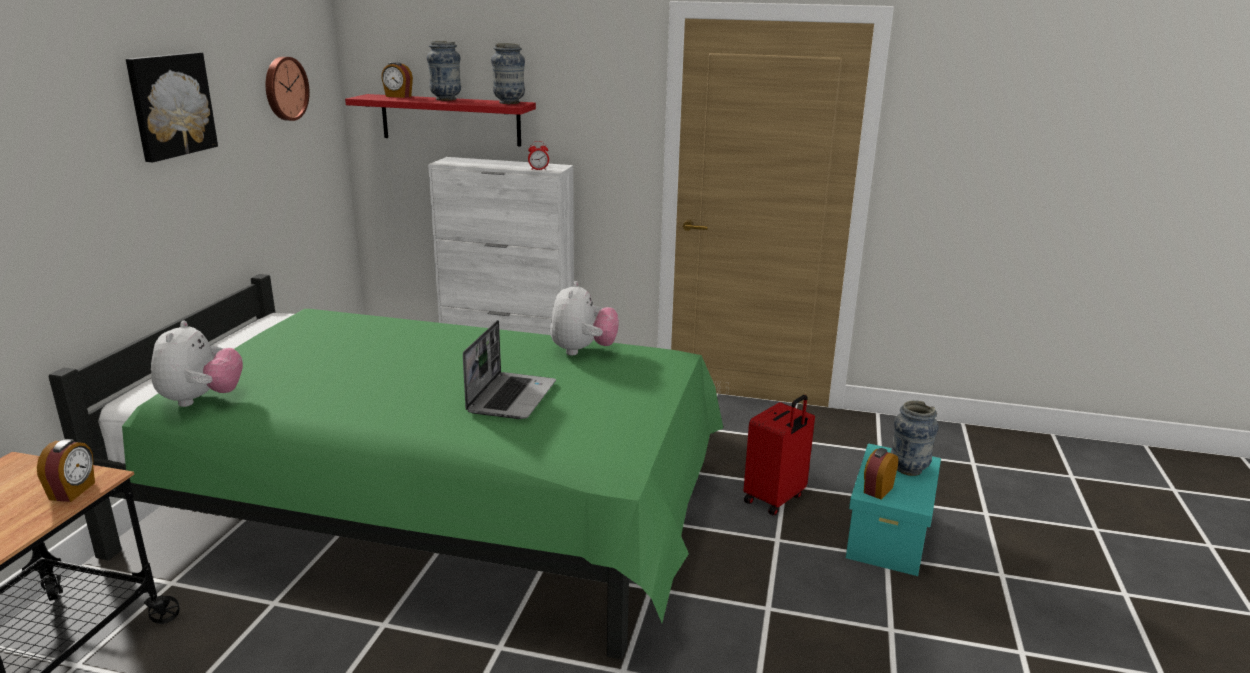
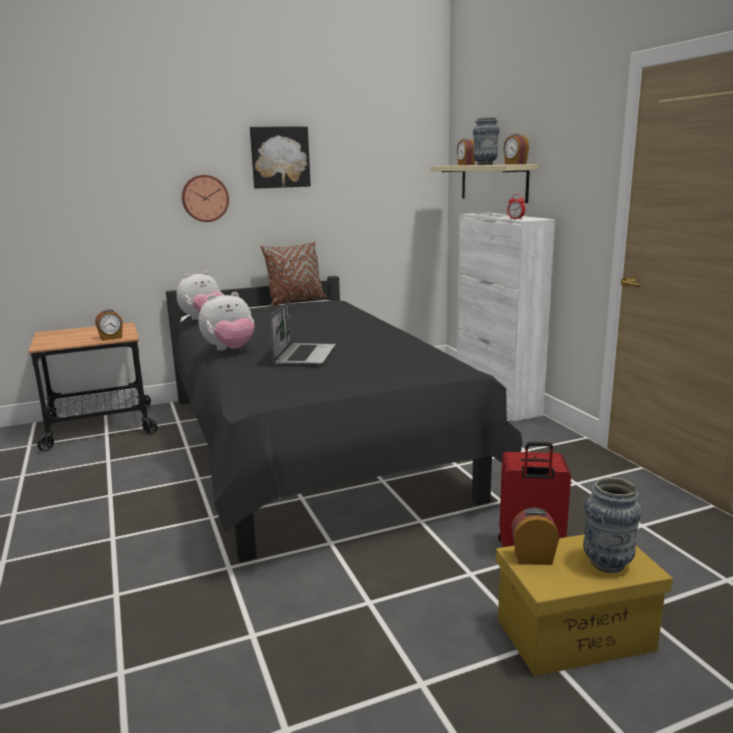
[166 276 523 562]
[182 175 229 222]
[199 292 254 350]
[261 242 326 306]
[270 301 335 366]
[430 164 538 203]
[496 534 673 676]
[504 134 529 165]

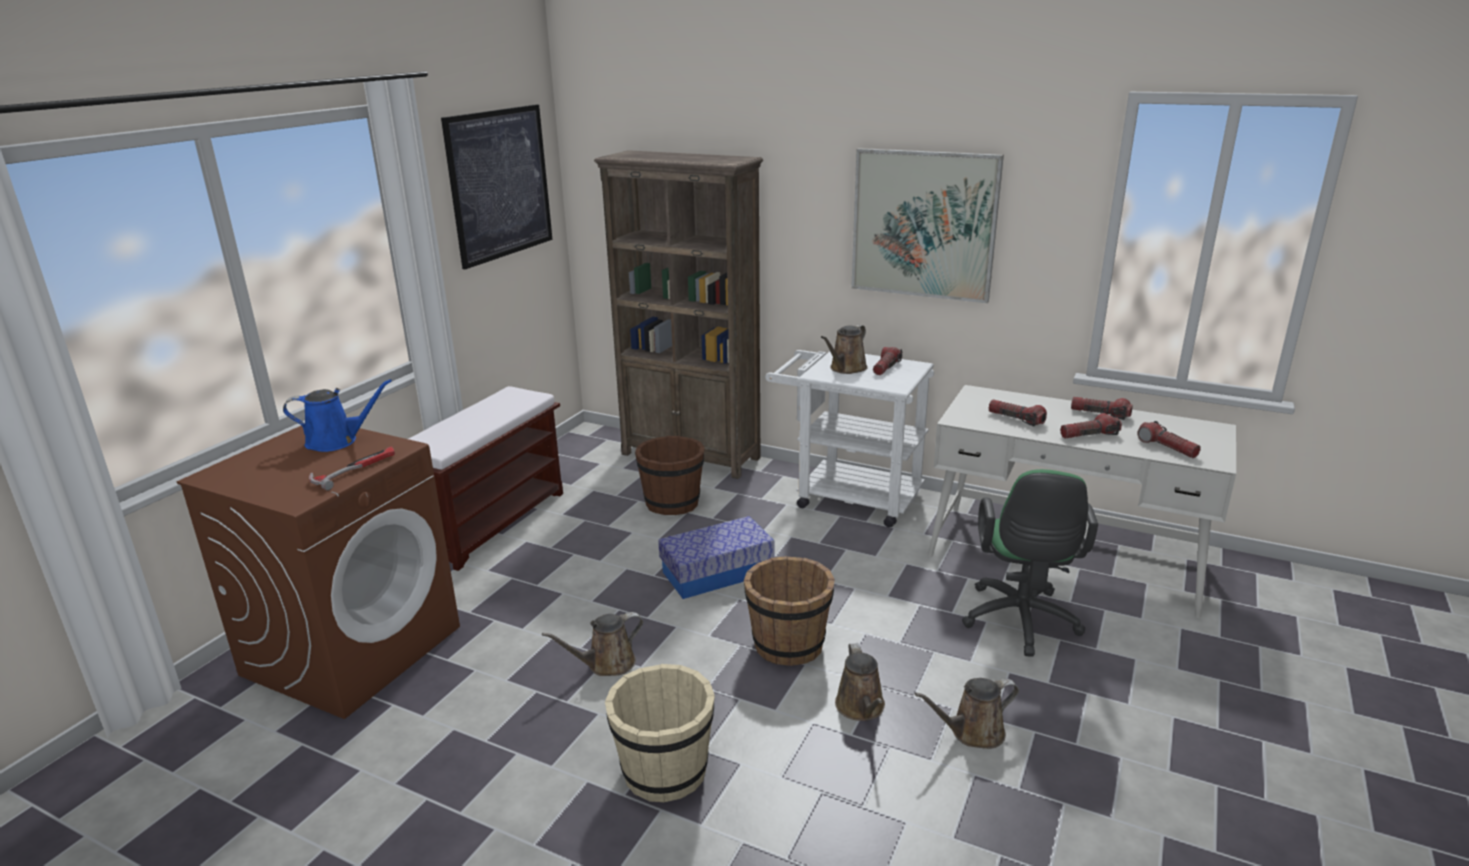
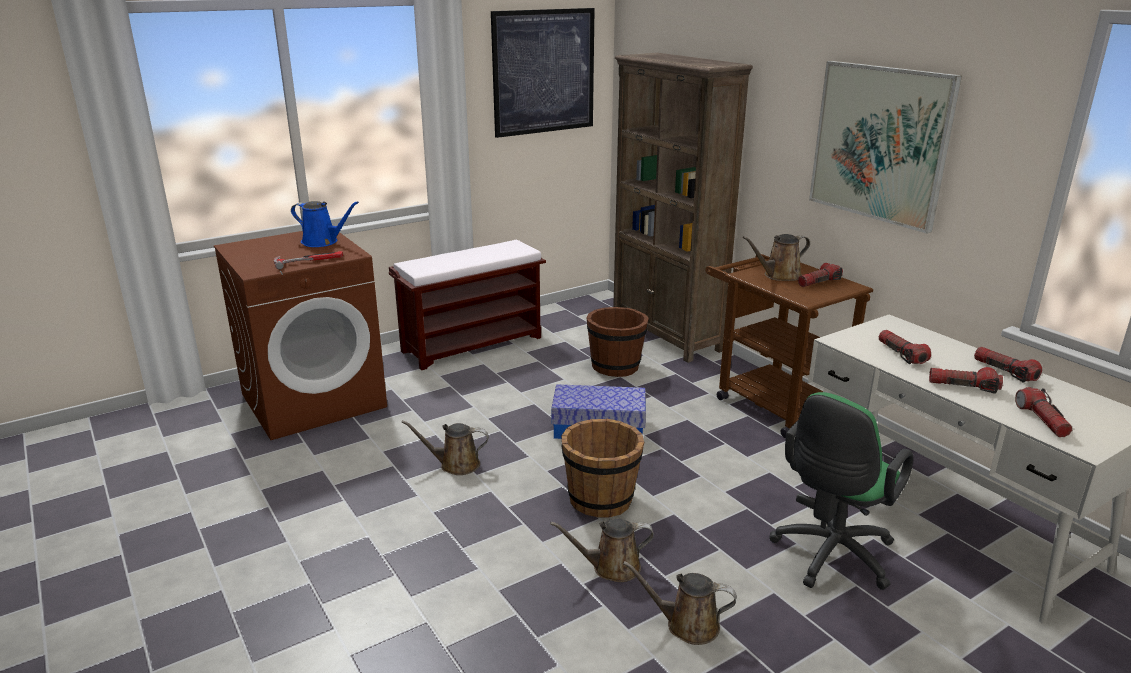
[550 518 654 582]
[705 254 873 438]
[605 664 715 802] (first image)

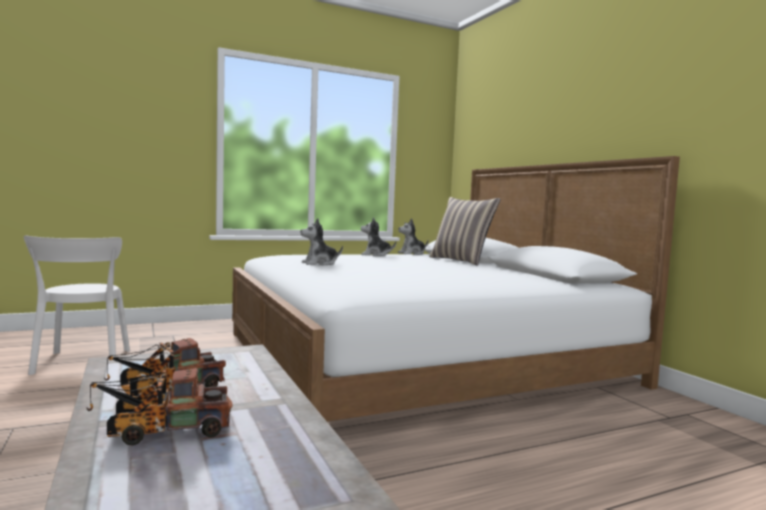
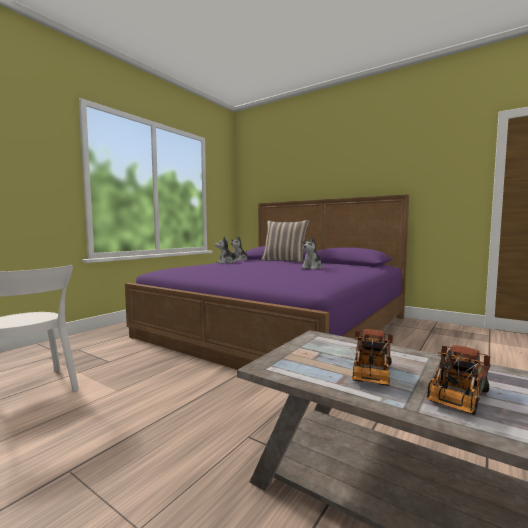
[125 194 409 370]
[301 237 323 270]

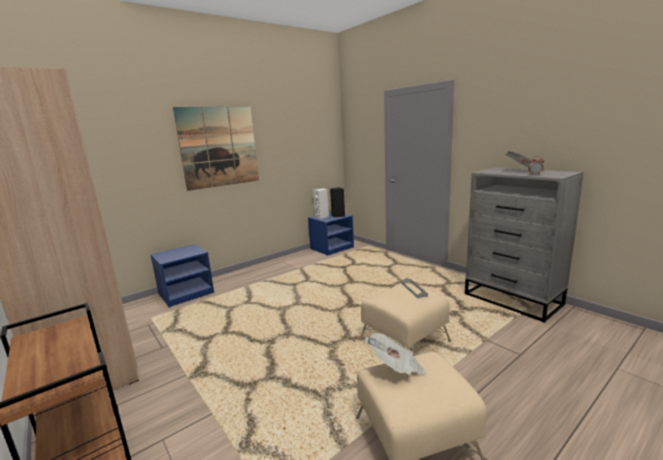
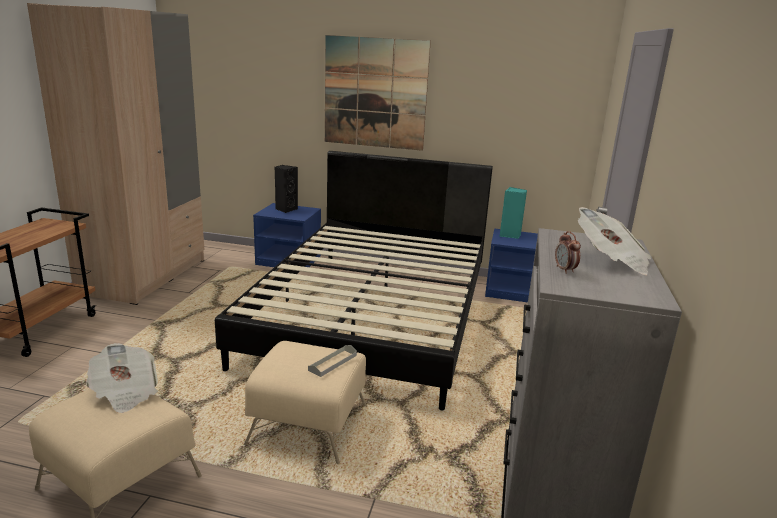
[215 151 493 410]
[275 165 298 213]
[500 187 527 239]

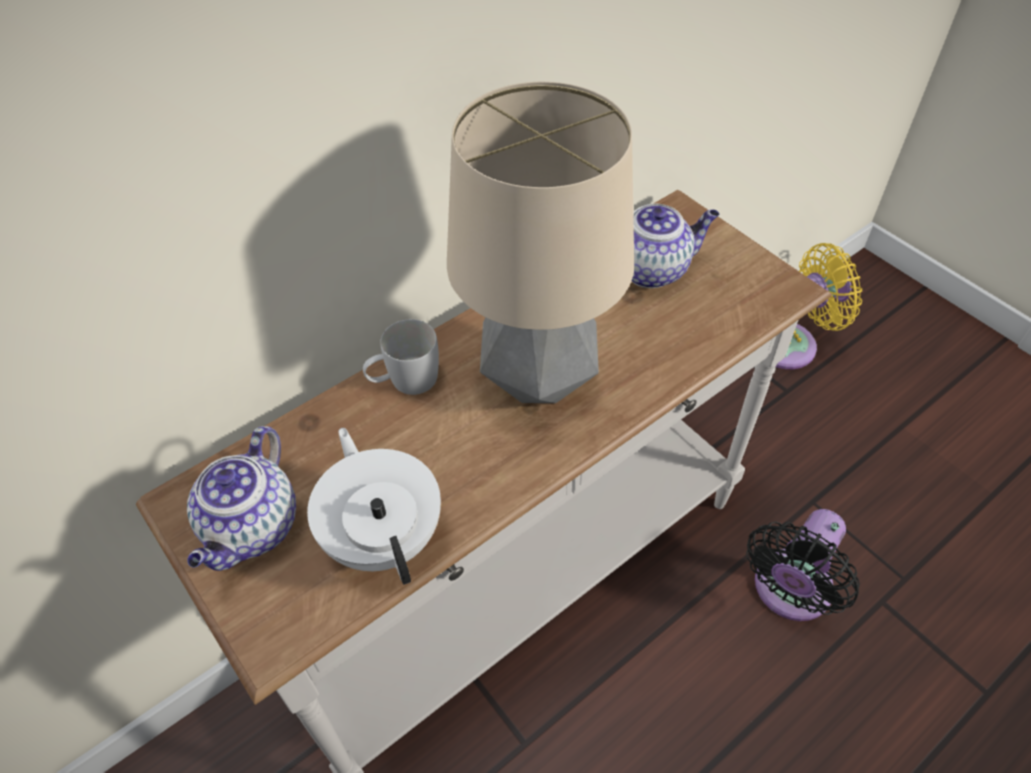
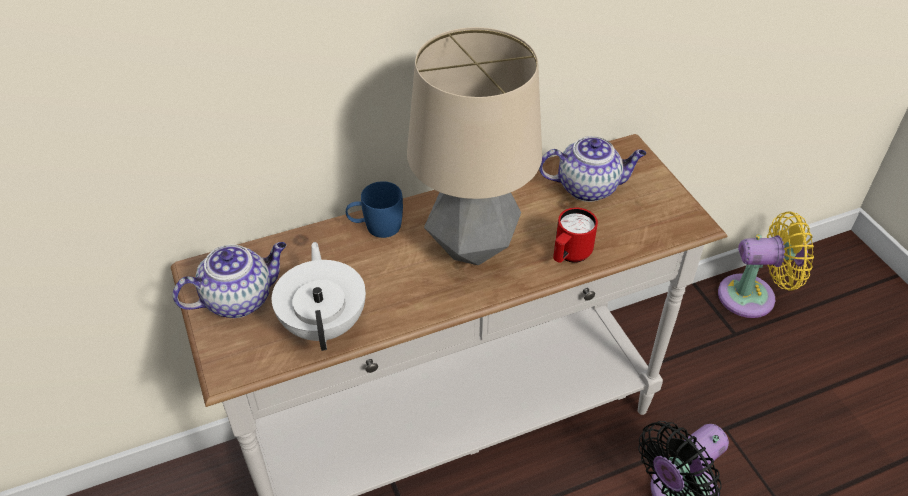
[173 242 286 318]
[346 181 403 238]
[553 208 598 263]

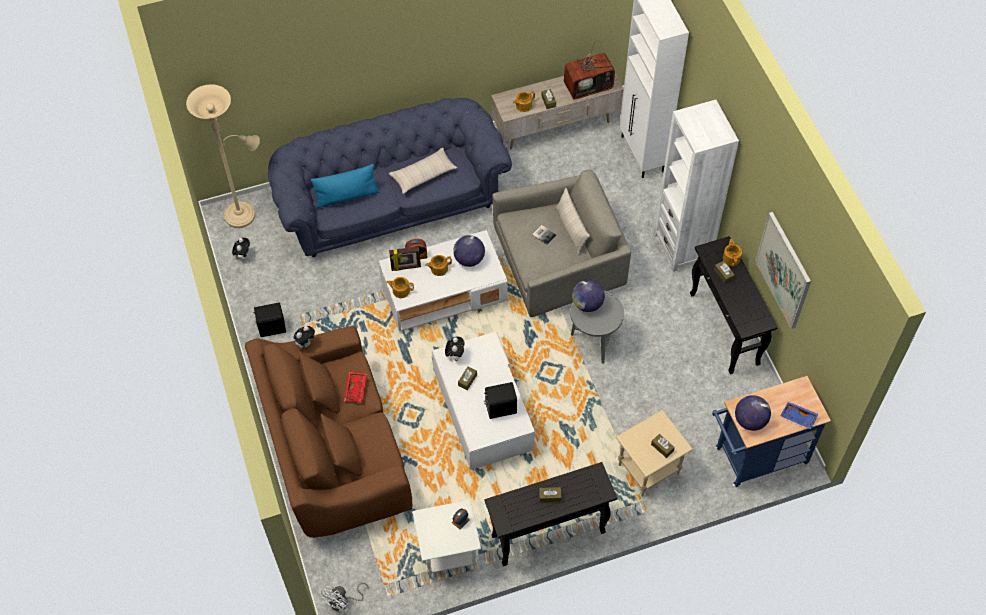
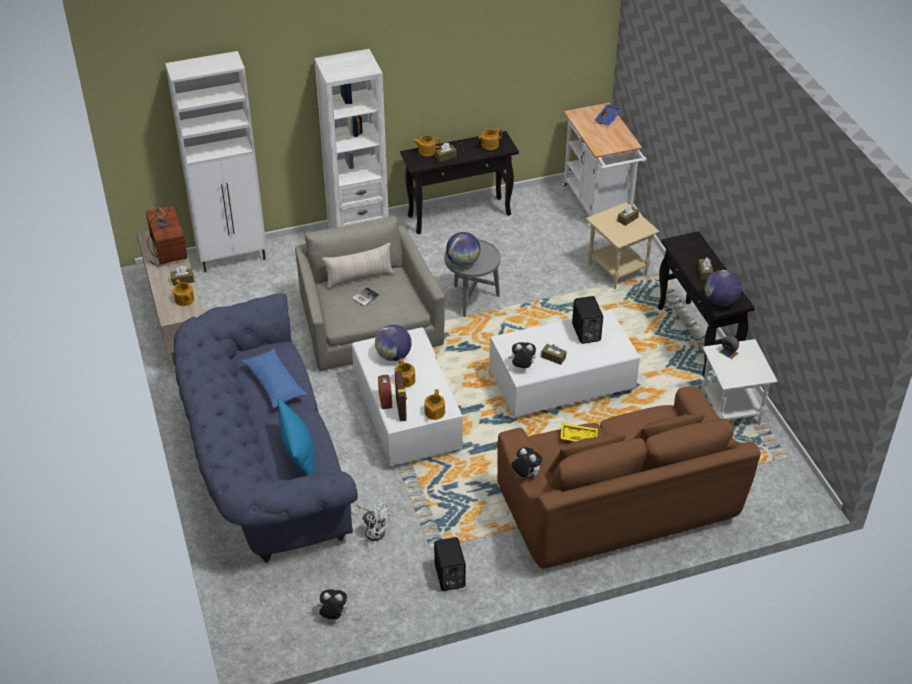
[241 349 307 408]
[356 503 390 541]
[478 128 502 150]
[561 423 598 442]
[562 103 647 228]
[705 270 742 306]
[186 84 260 228] (first image)
[755 212 811 329] (first image)

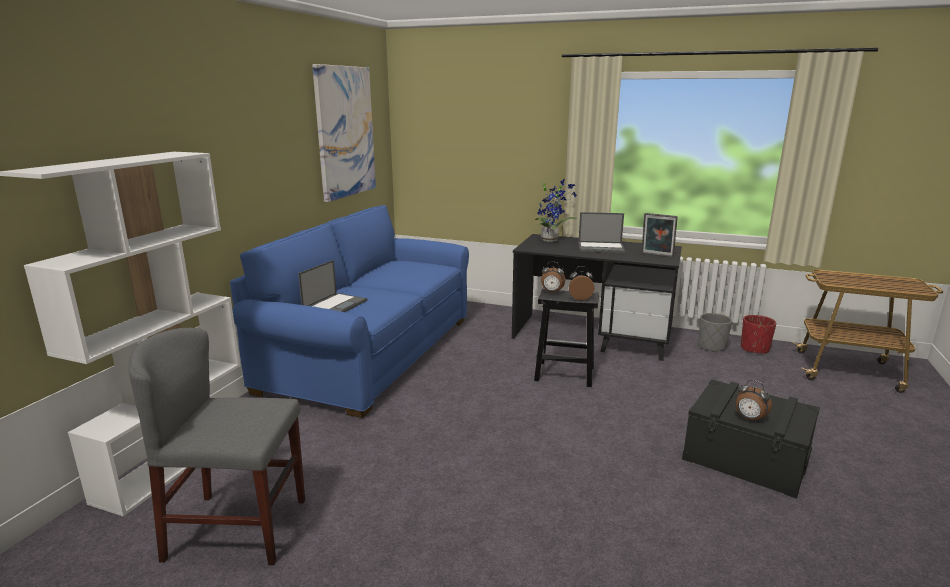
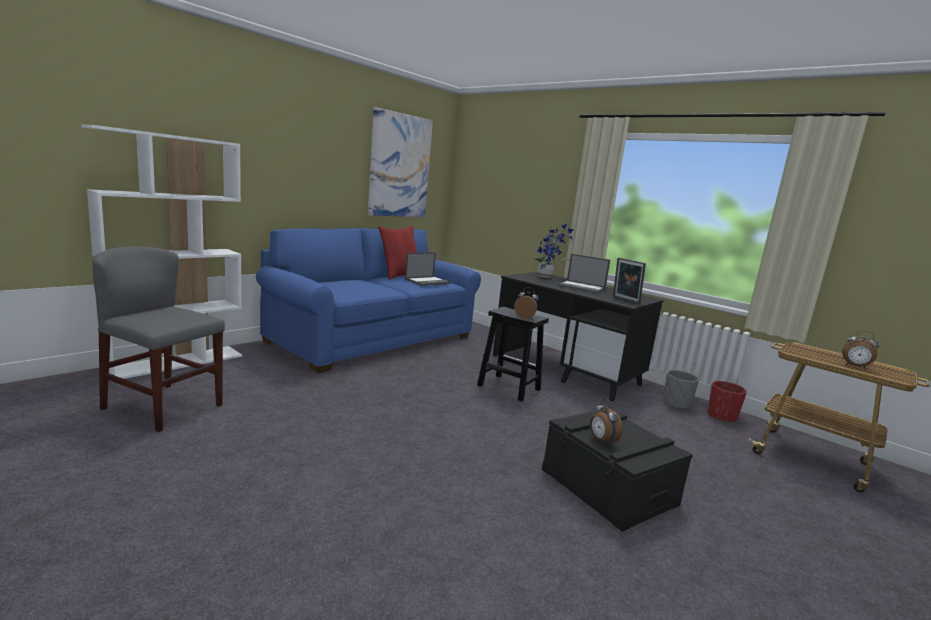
[378 226 417 279]
[405 252 451 286]
[842 331 879 369]

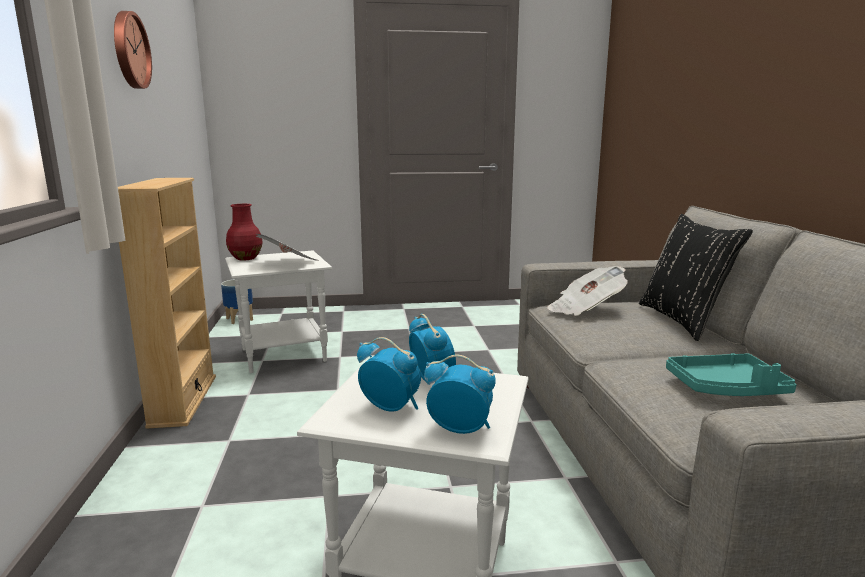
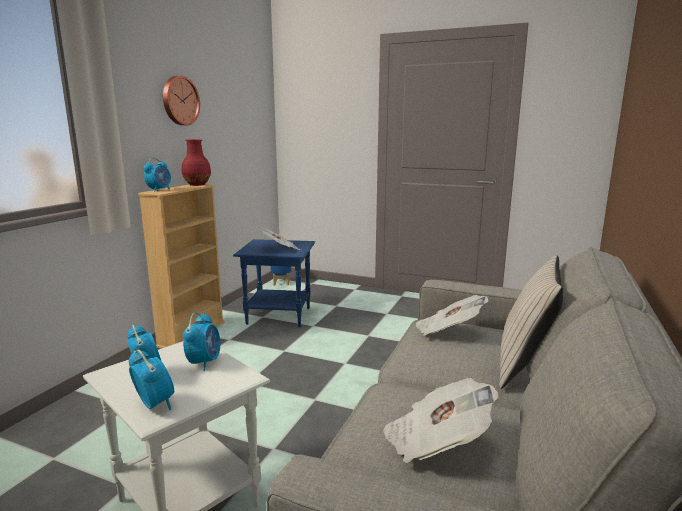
[144 158 171 192]
[182 140 211 186]
[233 239 315 327]
[383 378 499 463]
[499 255 563 389]

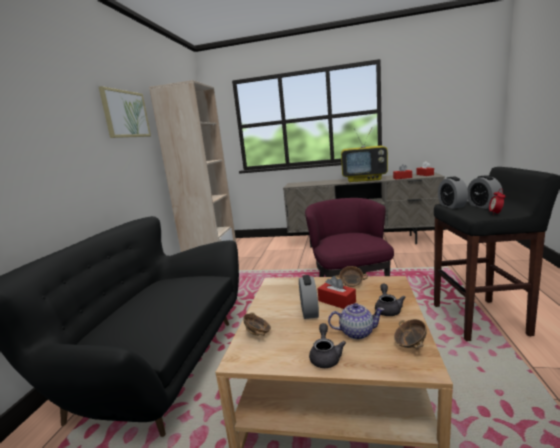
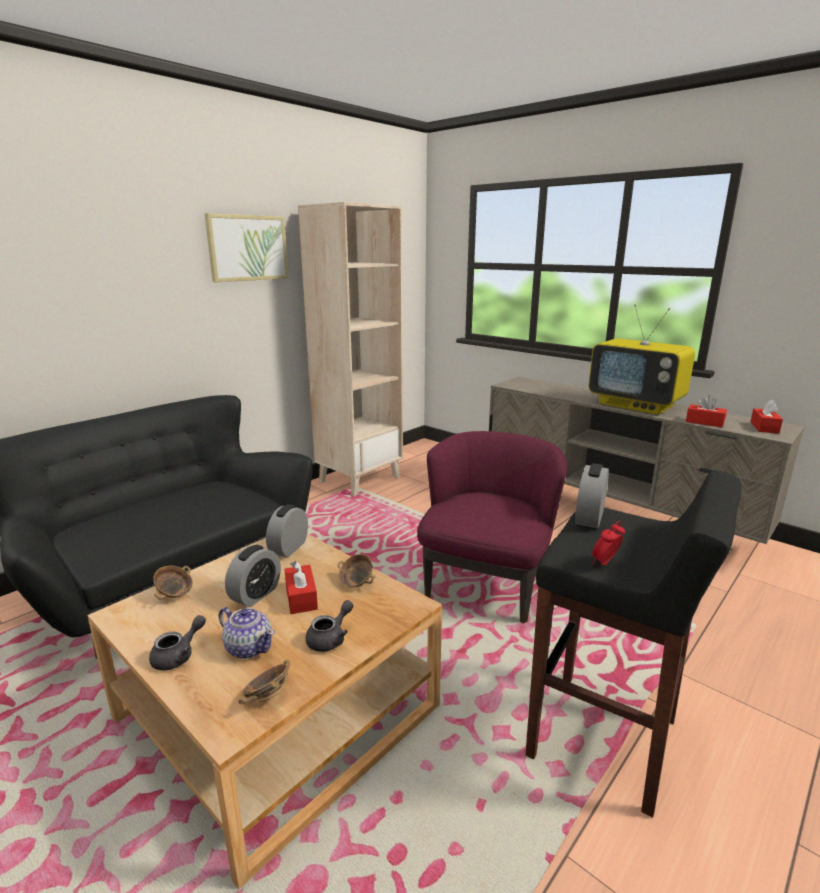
[266 504 308 557]

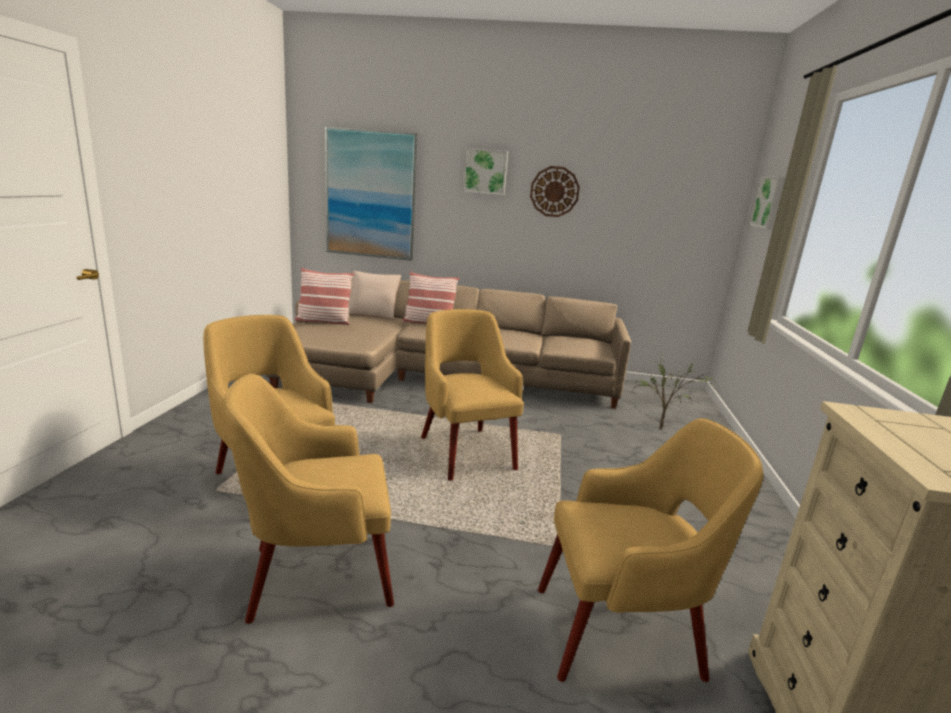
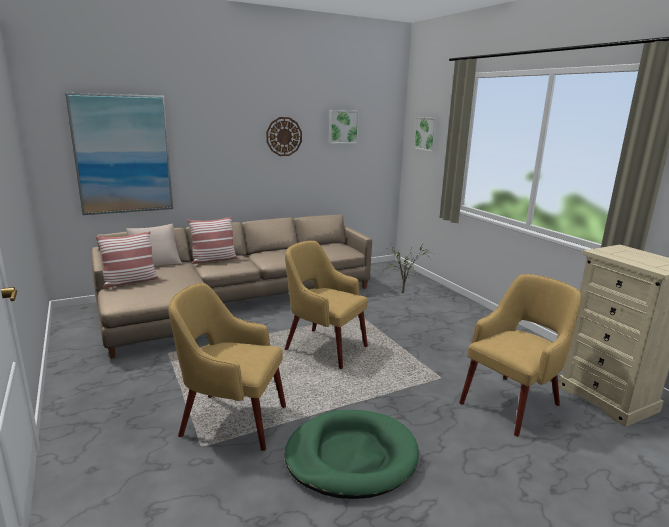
[285 410 419 499]
[329 110 359 144]

